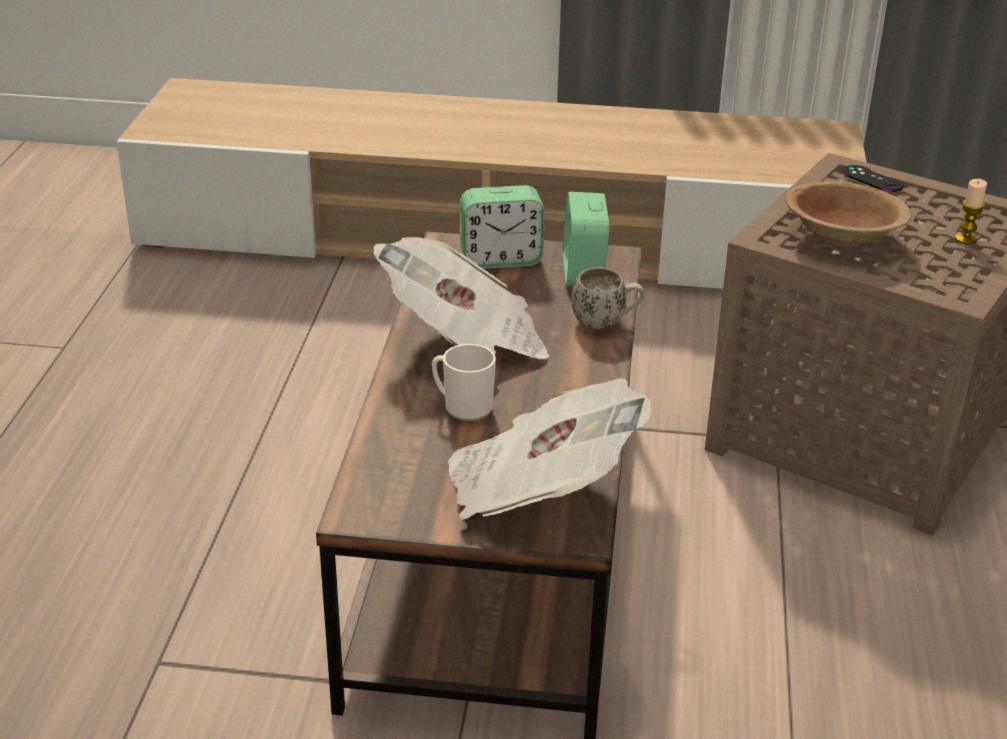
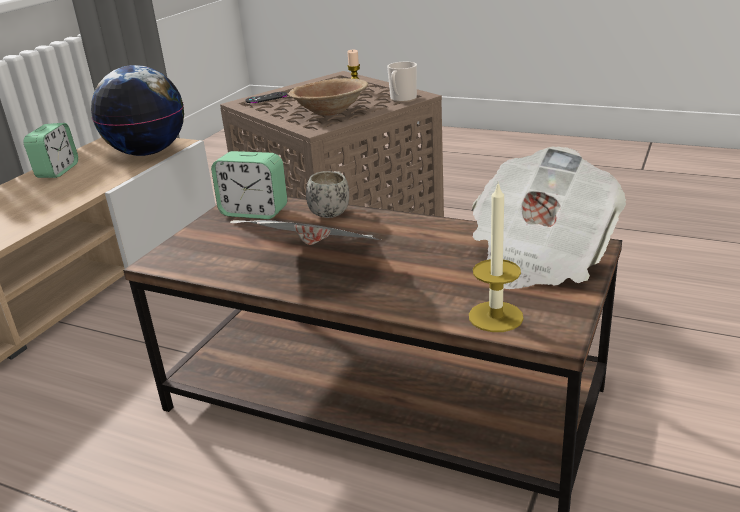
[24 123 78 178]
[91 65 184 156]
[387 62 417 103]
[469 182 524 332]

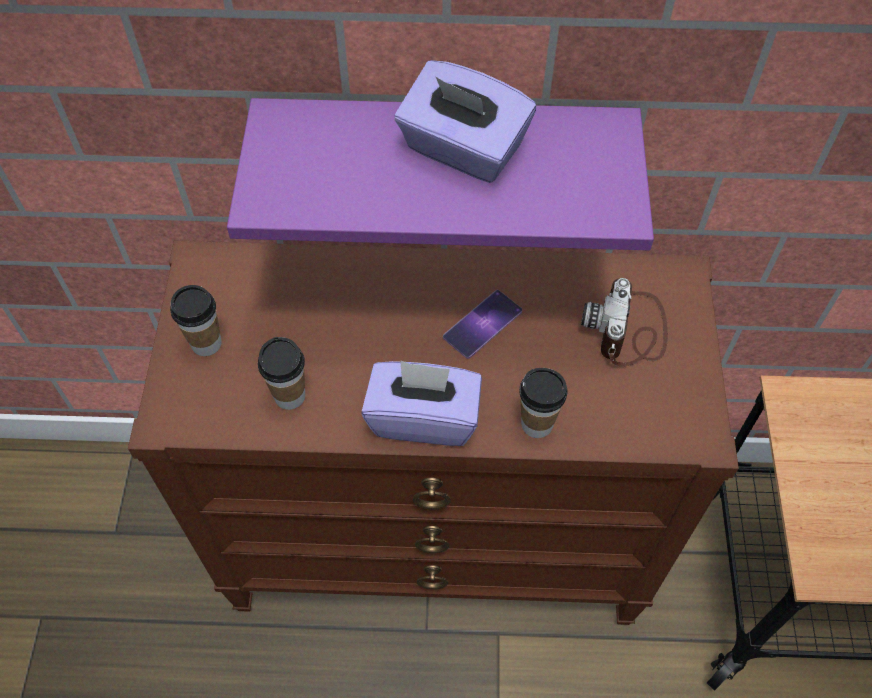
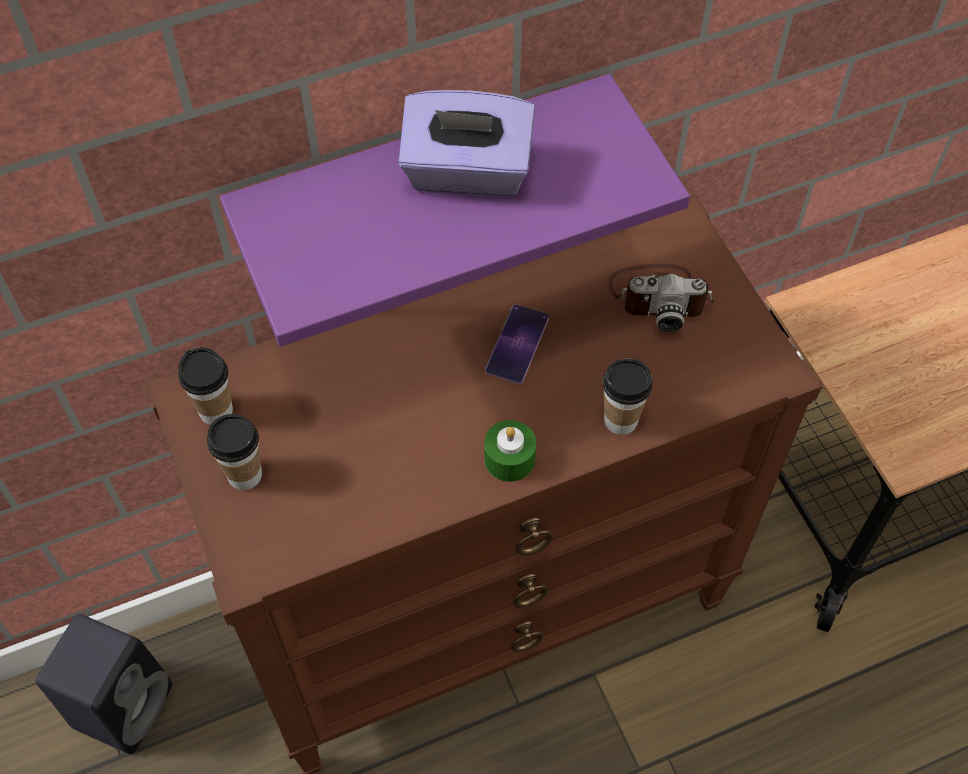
[36 614 172 755]
[178 347 233 425]
[484 420 536 482]
[608 264 714 332]

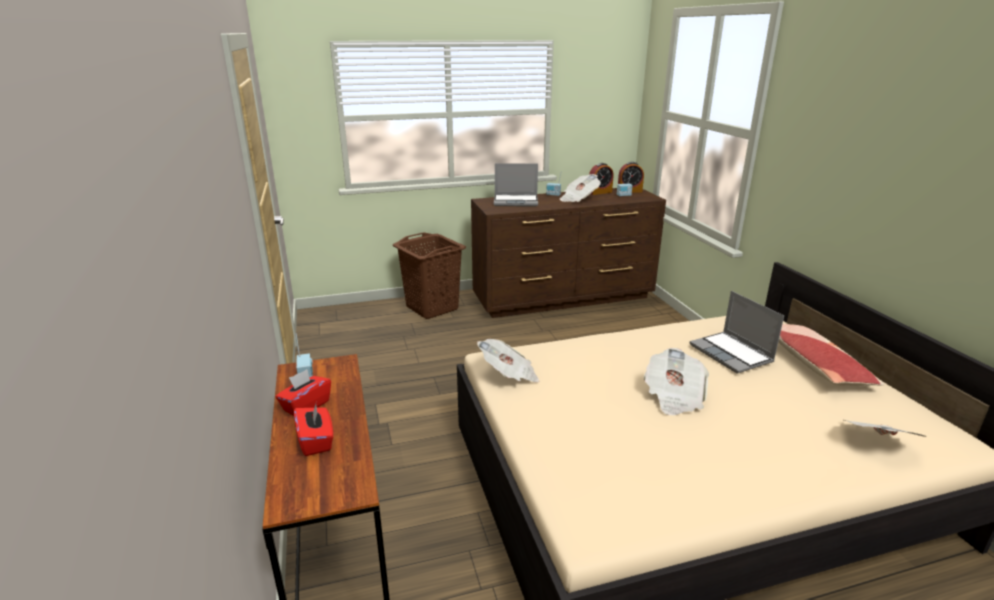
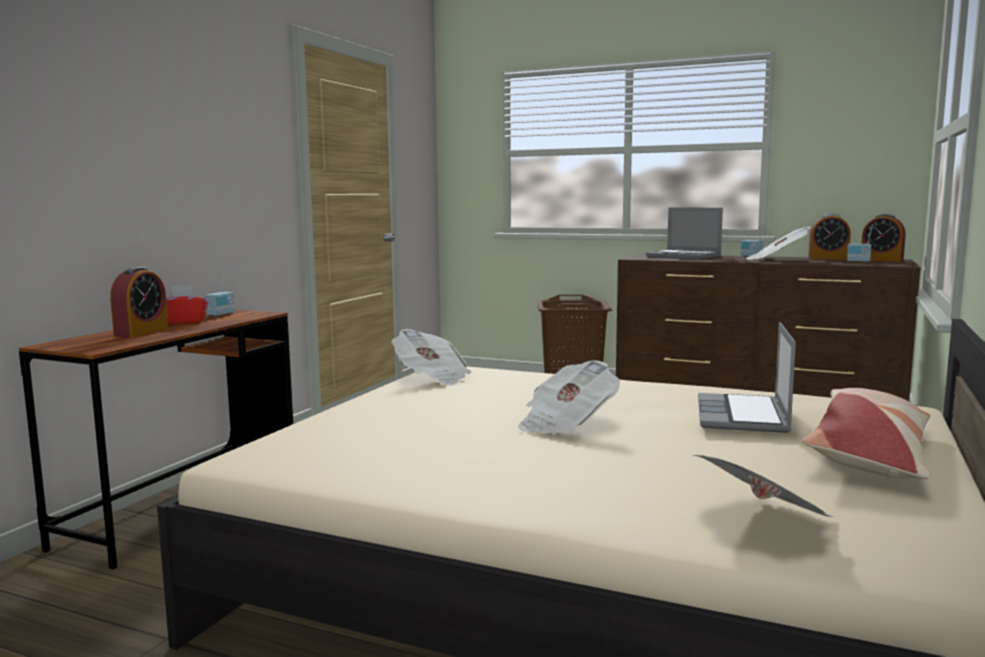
[110 267 169 338]

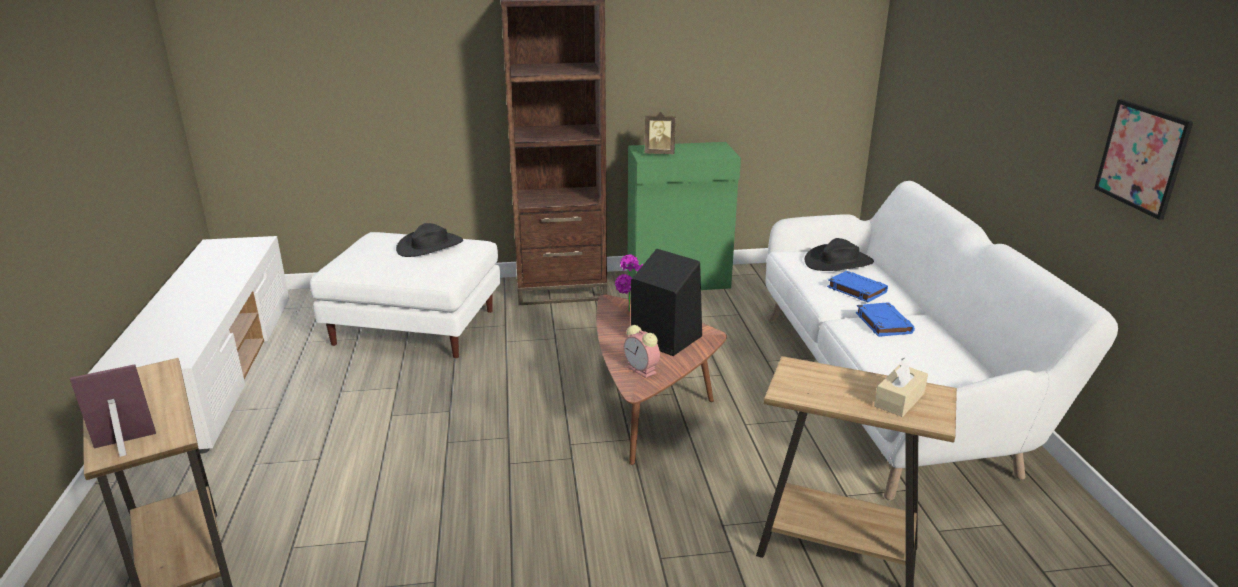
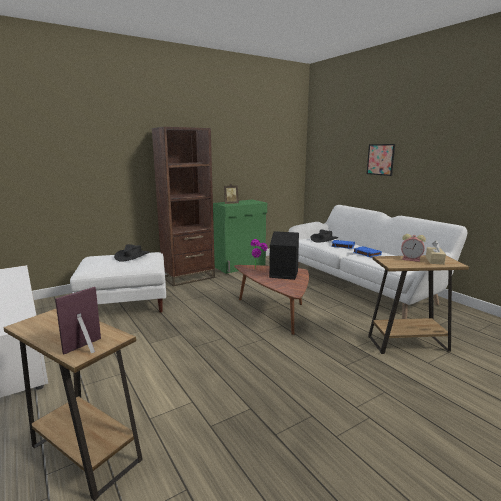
[367 144 395 176]
[401 234 426 262]

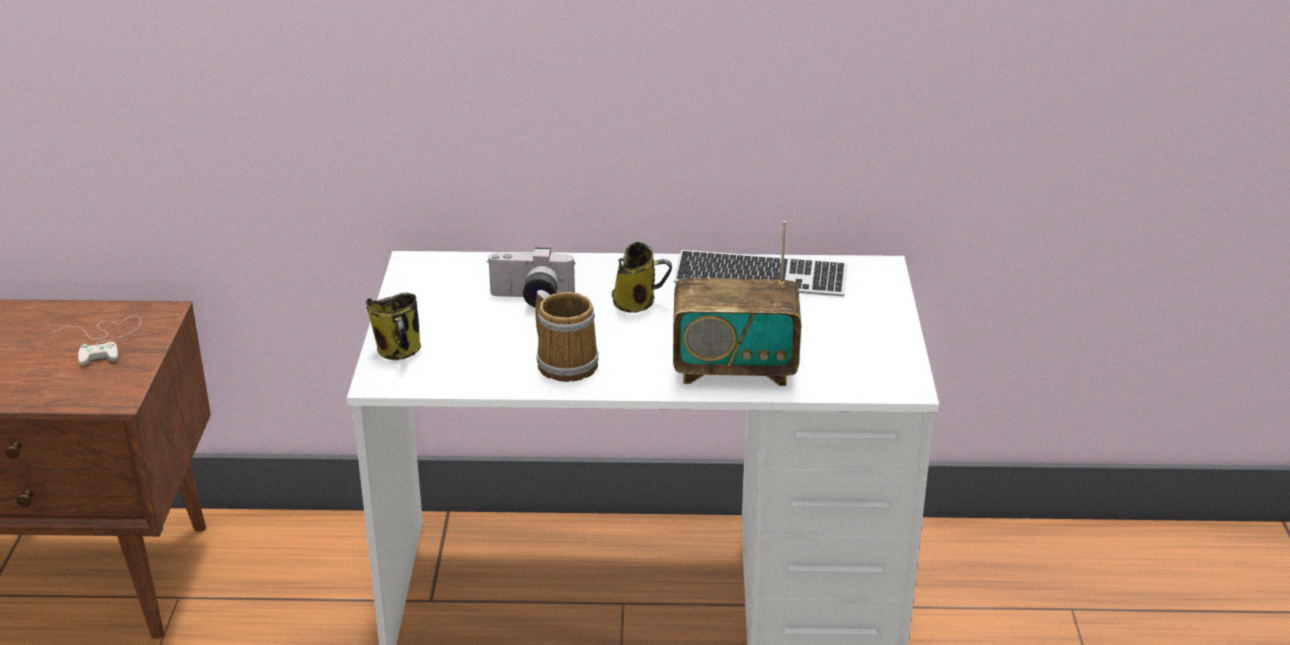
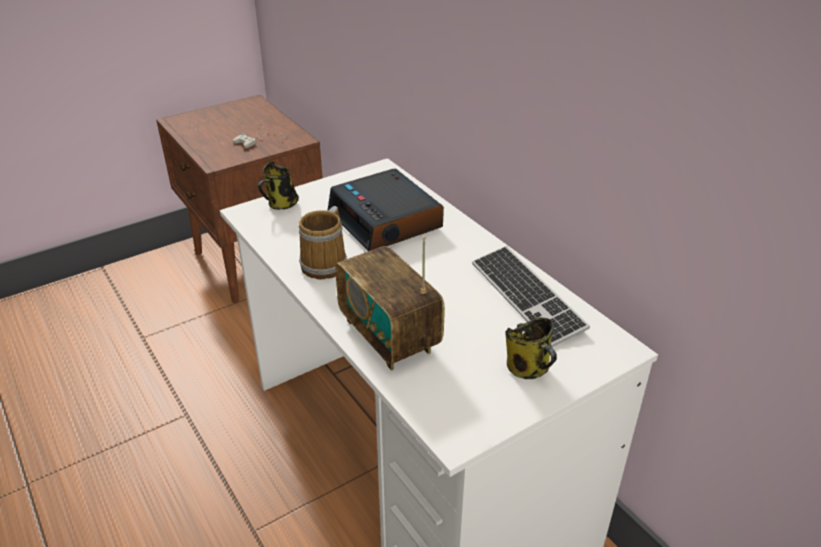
[327 169 444 251]
[505 317 557 379]

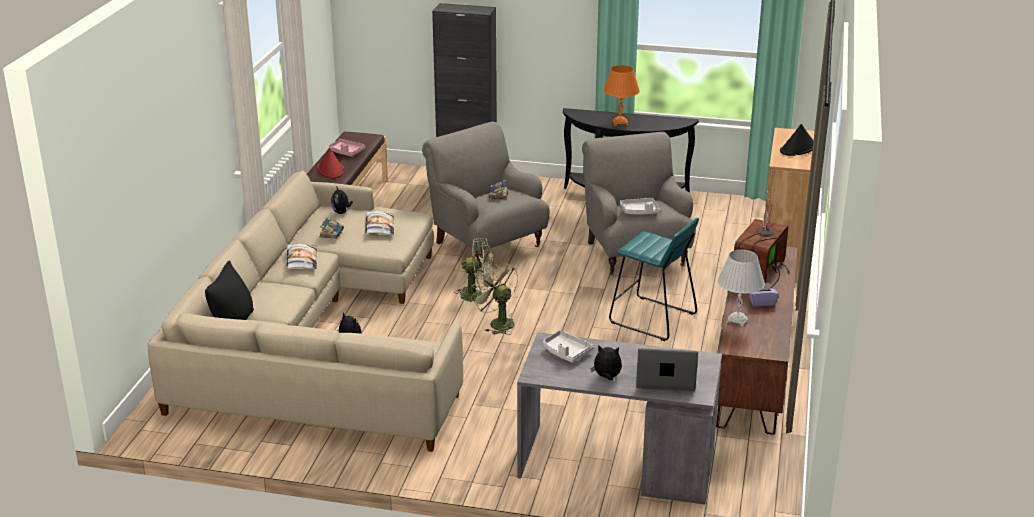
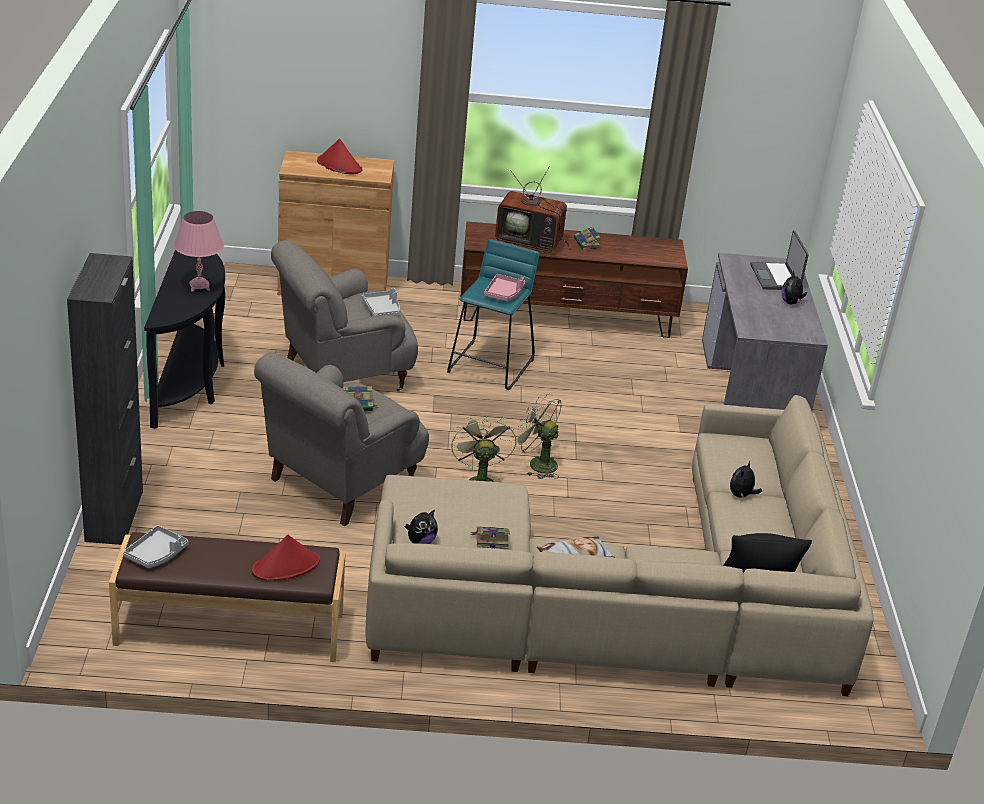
[123 525 188 568]
[174 211 224 292]
[317 139 362 174]
[484 274 525 301]
[513 394 562 479]
[574 226 601 250]
[365 211 394 235] (first image)
[718 249 765 327] (first image)

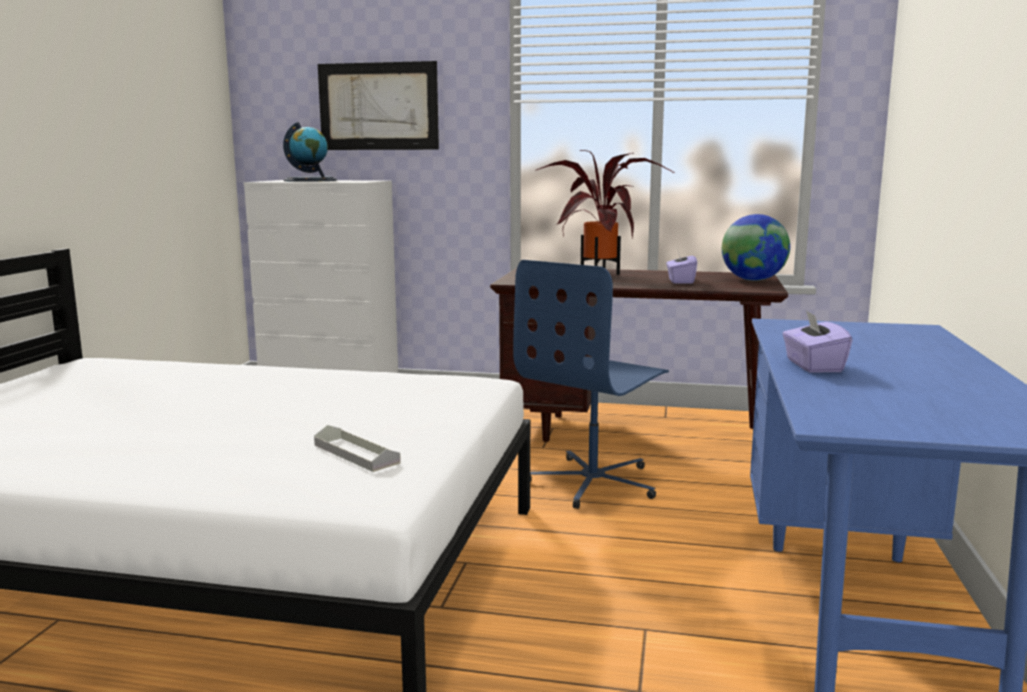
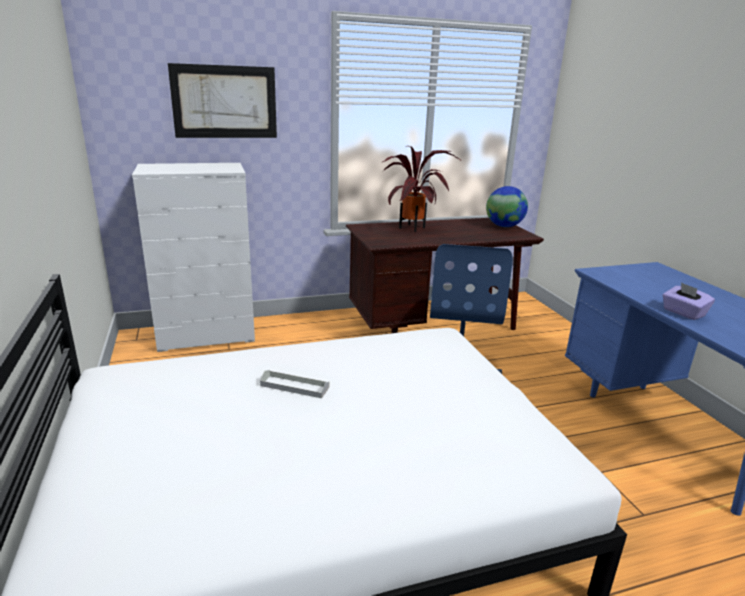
[260 370 329 398]
[283 122 337 182] (first image)
[666 248 697 284] (first image)

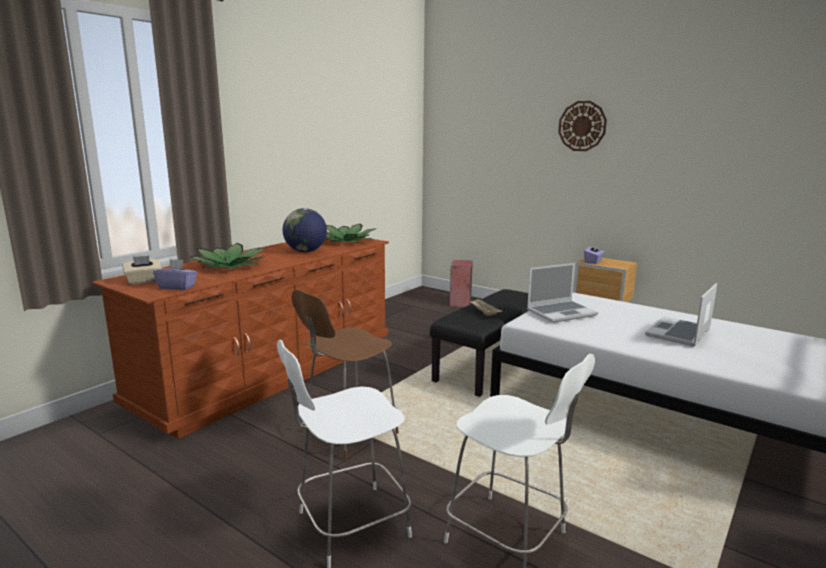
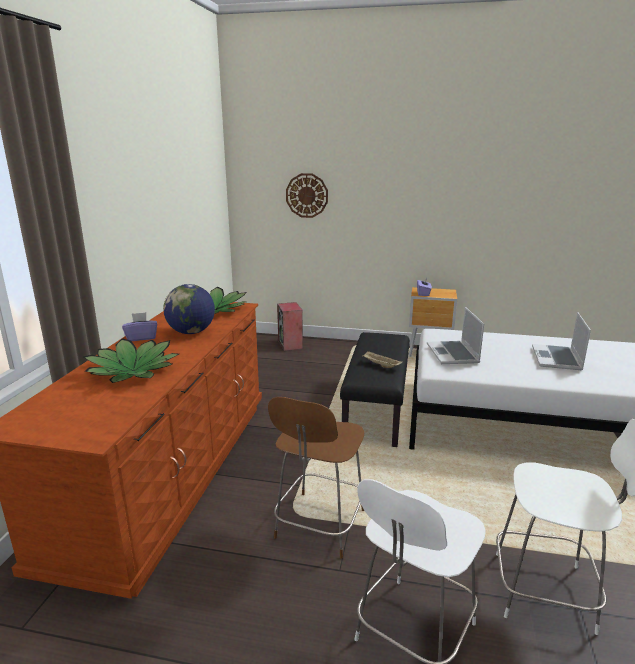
[122 312 157 341]
[286 173 328 218]
[427 307 484 364]
[122 256 162 284] (first image)

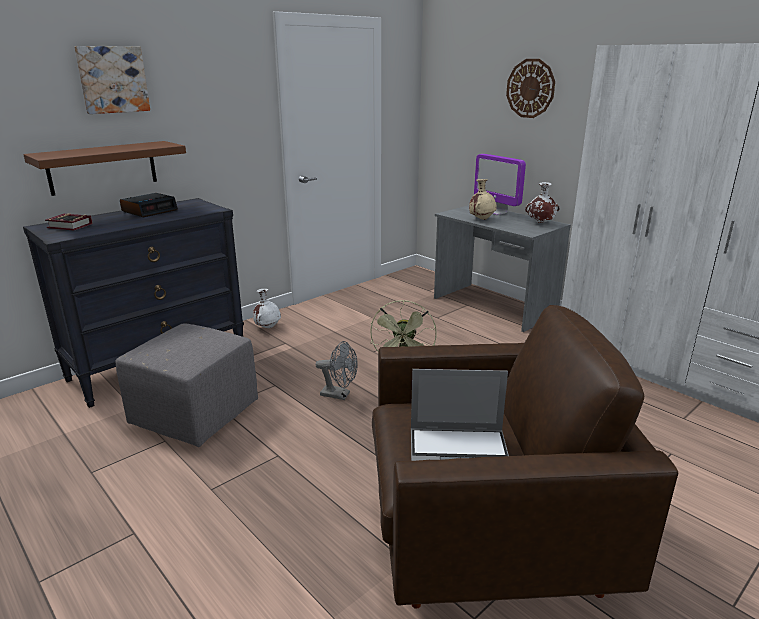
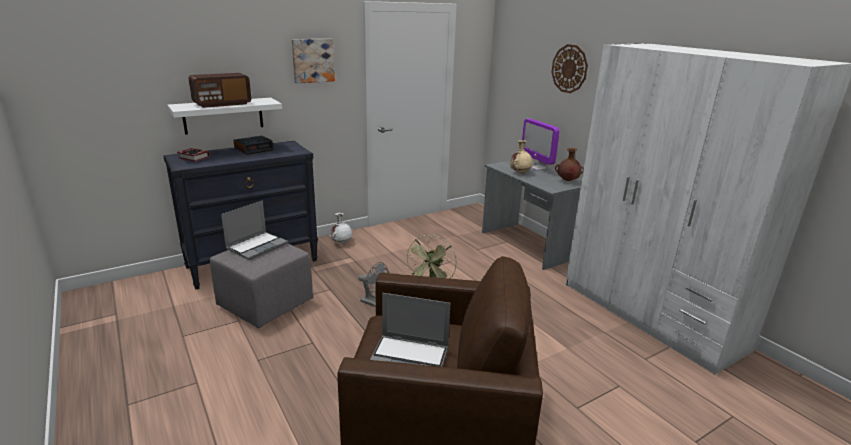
[167 98 282 135]
[189 73 252 108]
[221 201 288 260]
[292 39 335 83]
[555 148 584 181]

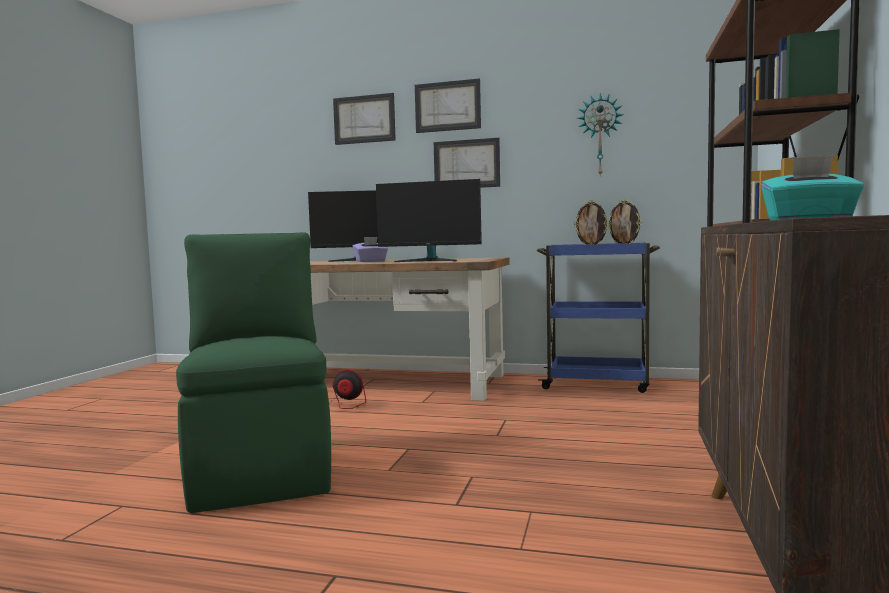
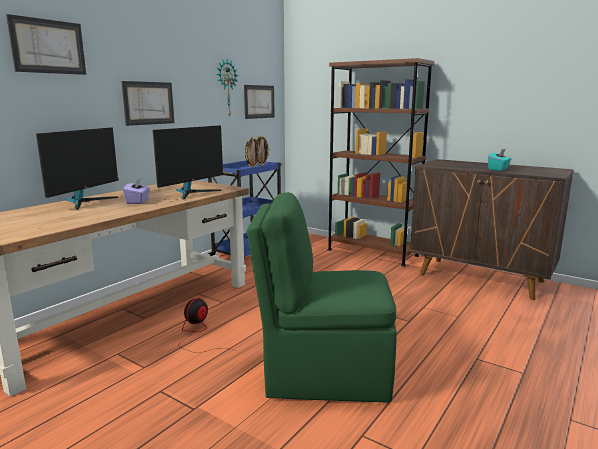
[244 85 275 119]

